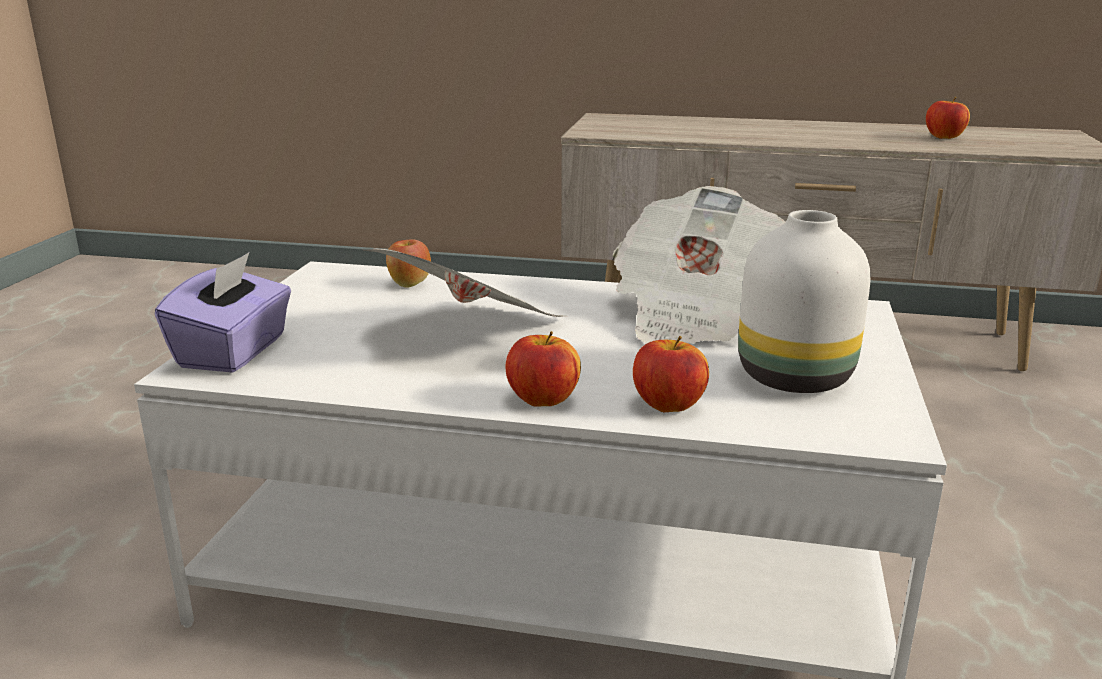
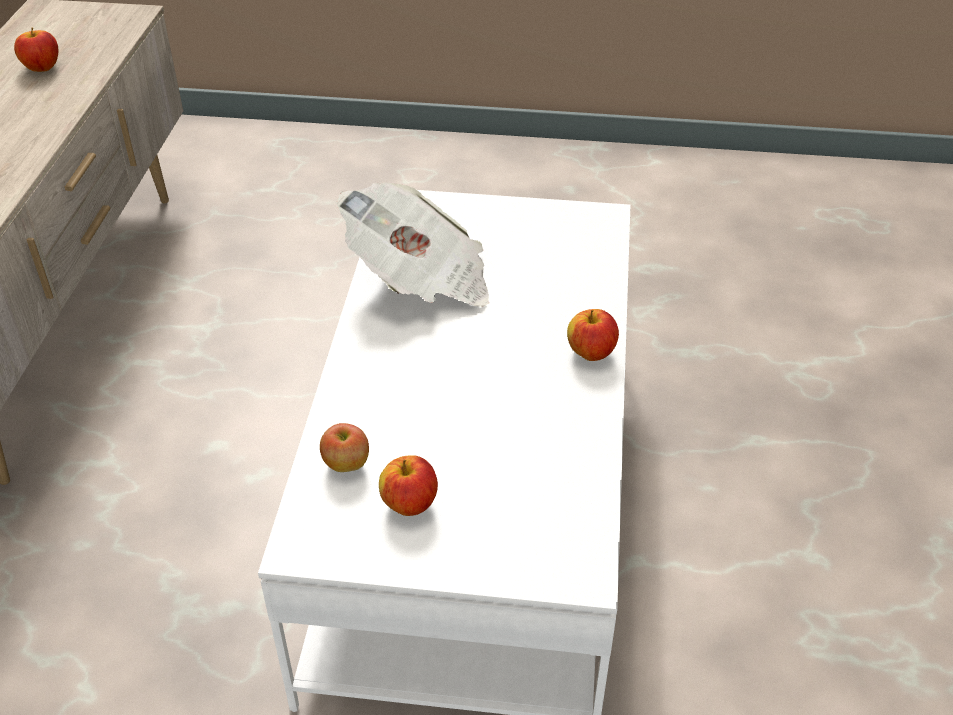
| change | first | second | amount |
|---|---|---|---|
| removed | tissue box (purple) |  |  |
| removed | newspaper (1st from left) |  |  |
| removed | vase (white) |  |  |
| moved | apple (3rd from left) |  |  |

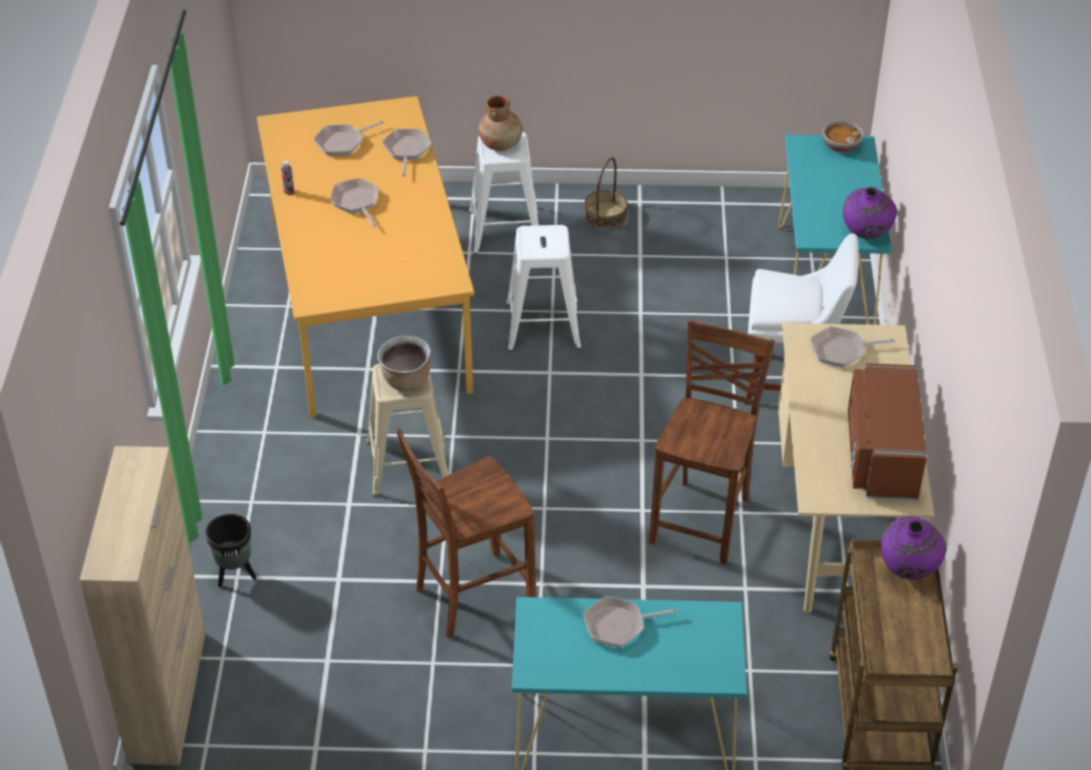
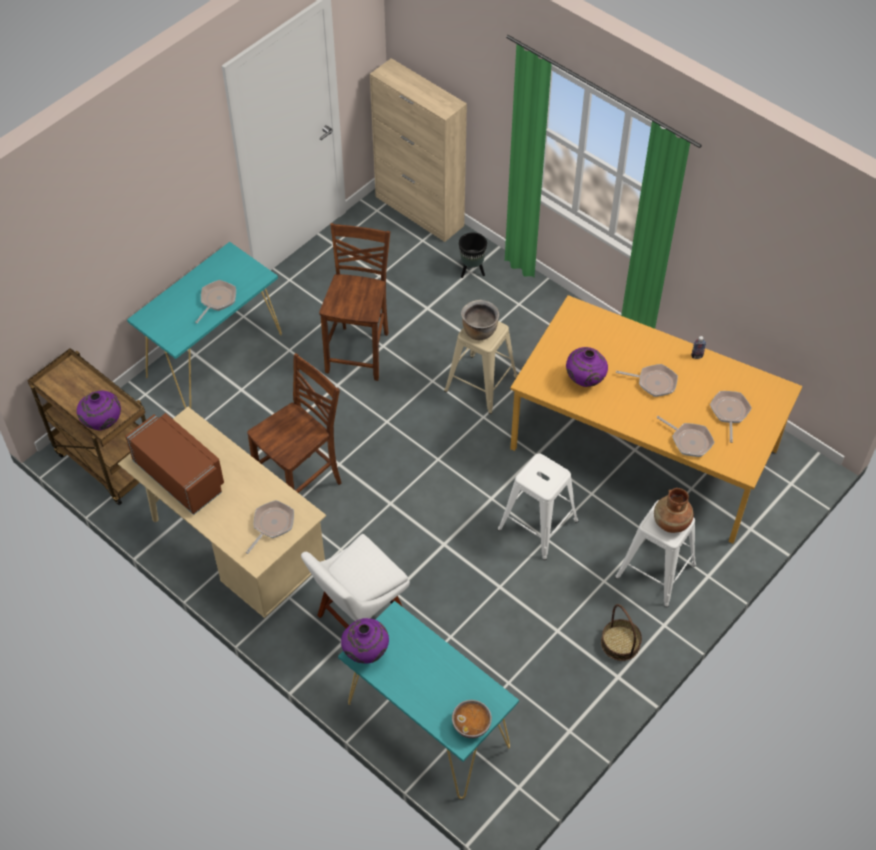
| change | first | second | amount |
|---|---|---|---|
| added |  | vase (purple) (3rd from left) |  |
| turned | chair (brown) (2nd from left in the first image) | chair (brown) (1st from left) | 105 degrees counterclockwise |

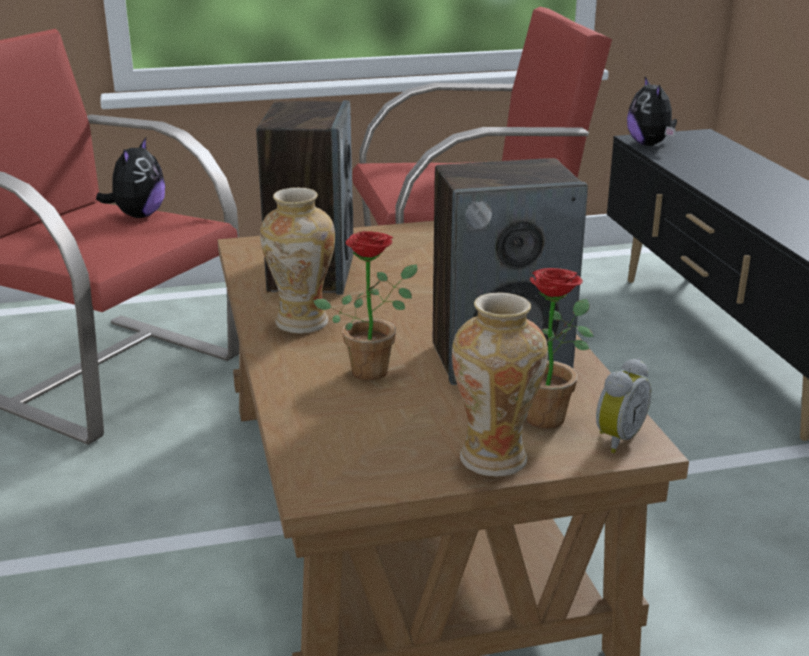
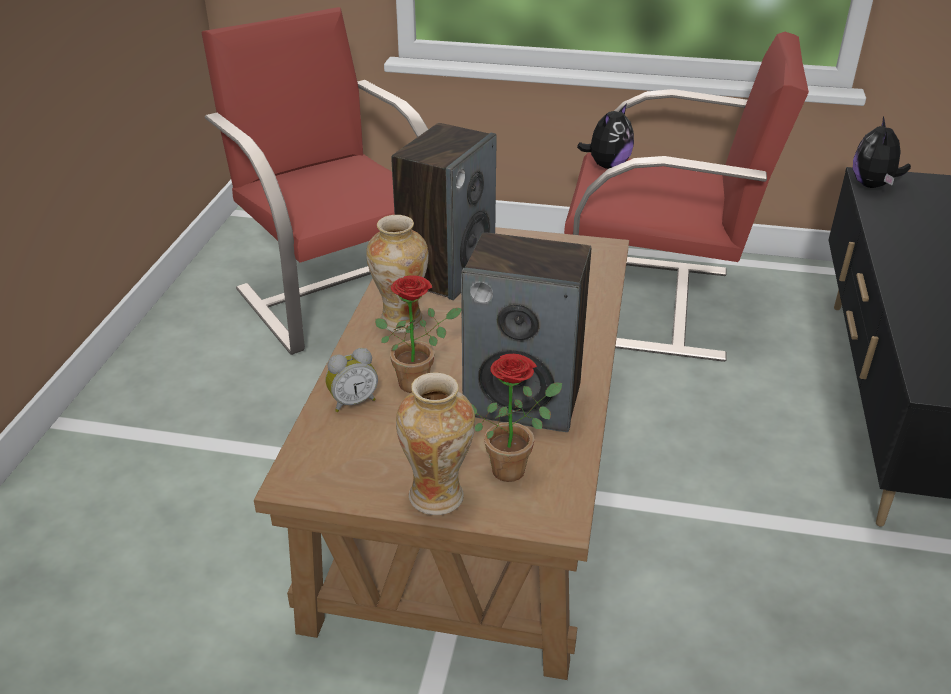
| change | first | second | amount |
|---|---|---|---|
| moved | plush toy (1st from left) |  |  |
| moved | alarm clock |  |  |

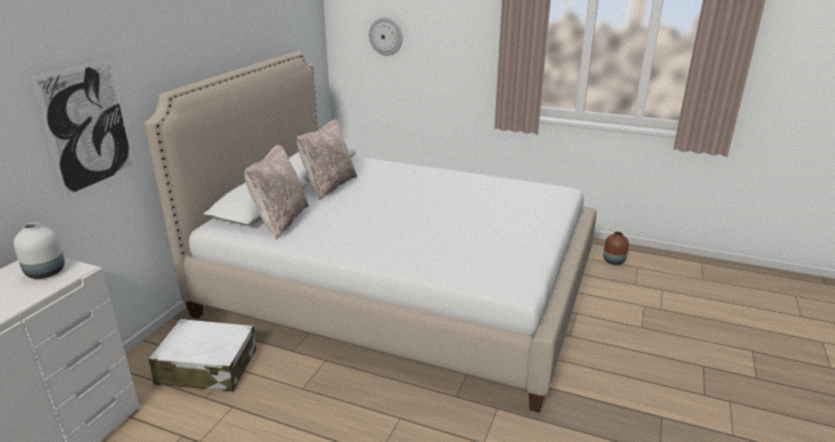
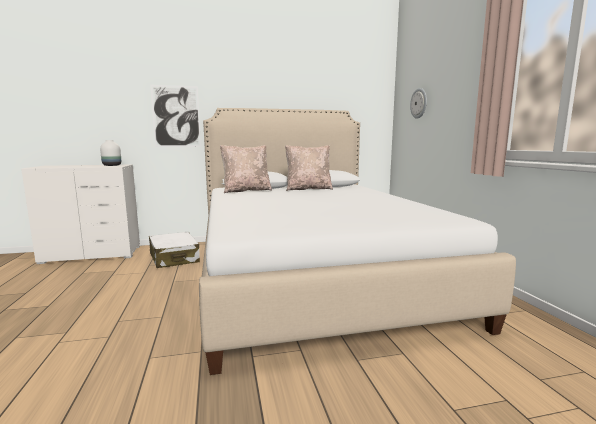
| change | first | second | amount |
|---|---|---|---|
| removed | vase (brown) |  |  |

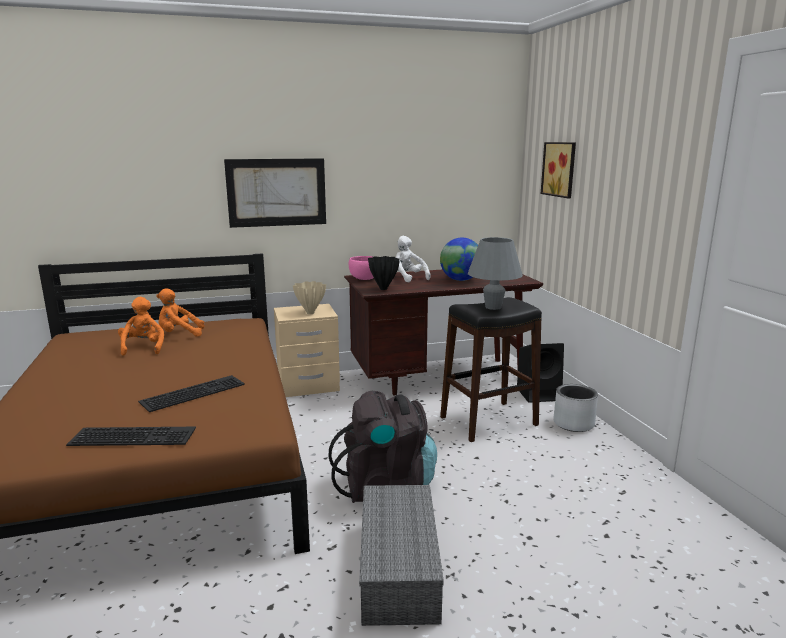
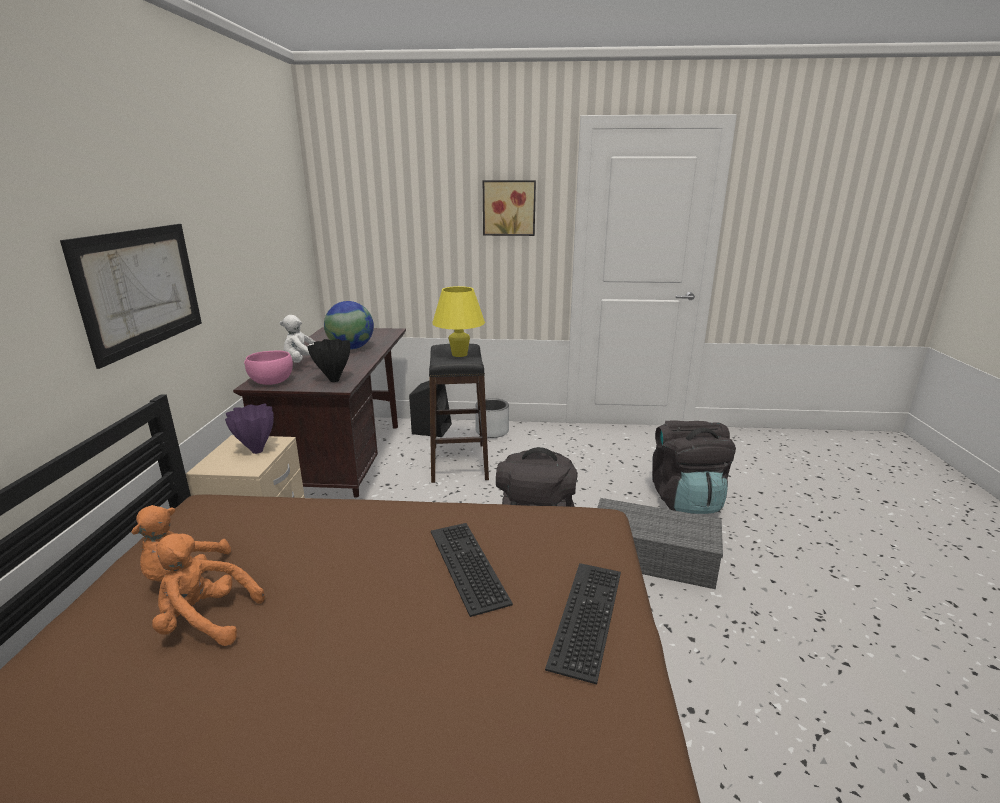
| change | first | second | amount |
|---|---|---|---|
| added |  | backpack (black) (2nd from left) |  |
| moved | picture (2nd from left) |  |  |
| recoloured | vase (beige) | vase (purple) |  |
| recoloured | table lamp (grey) | table lamp (yellow) |  |

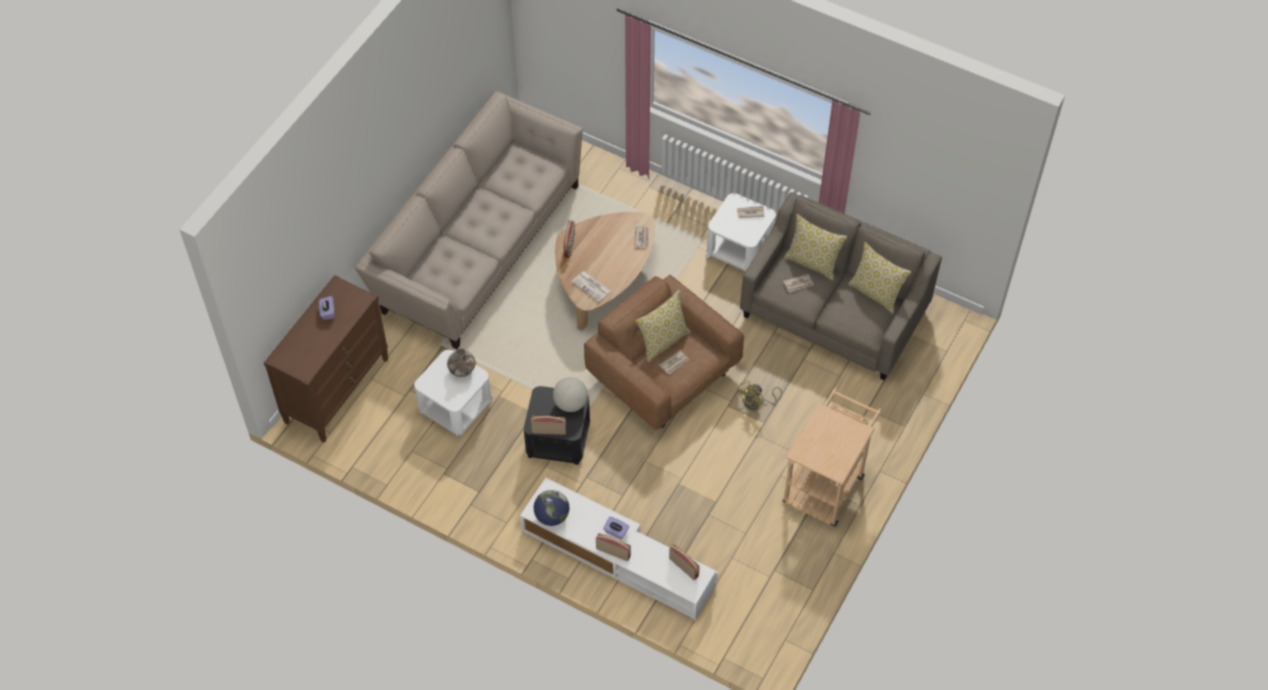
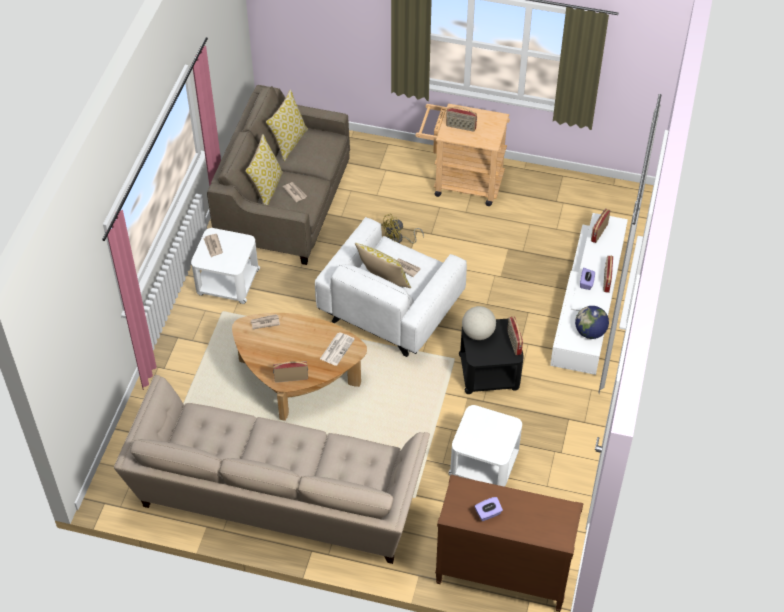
| change | first | second | amount |
|---|---|---|---|
| removed | vase |  |  |
| added |  | radio (2nd from left) |  |
| recoloured | armchair (brown) | armchair (white) |  |
| turned | fan (yellow) |  | 120 degrees clockwise |

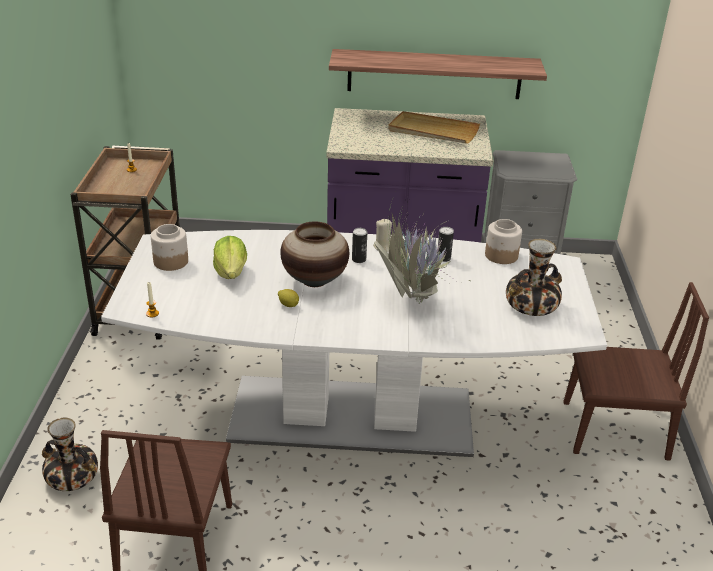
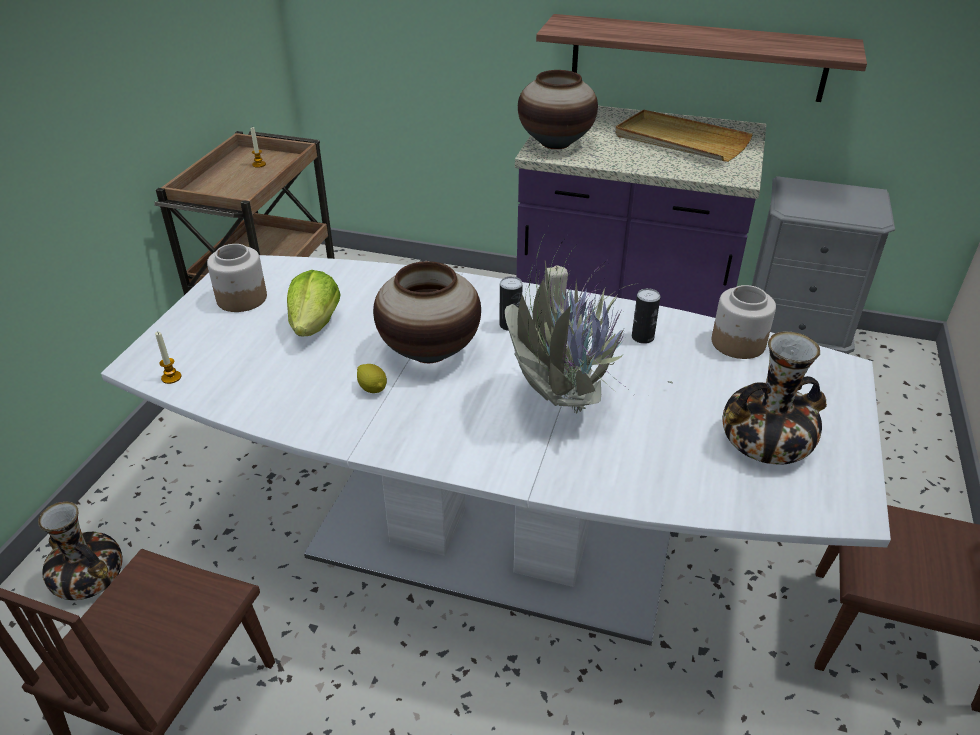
| change | first | second | amount |
|---|---|---|---|
| added |  | vase (3rd from left) |  |

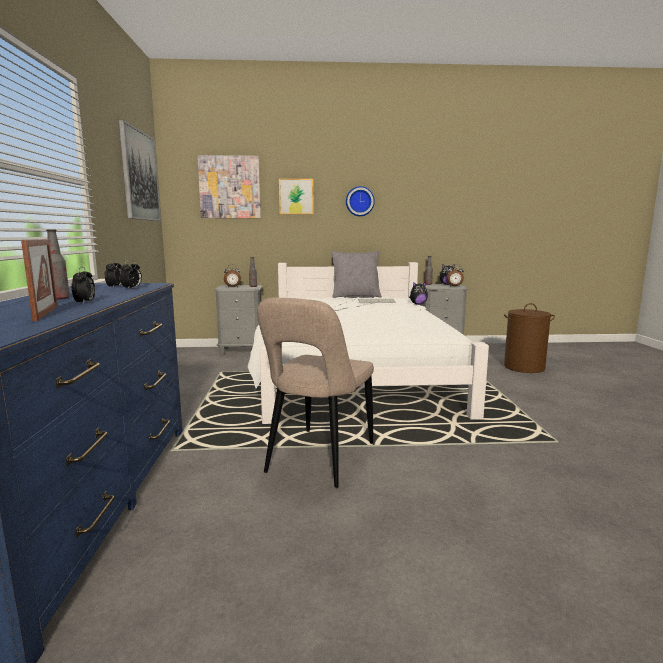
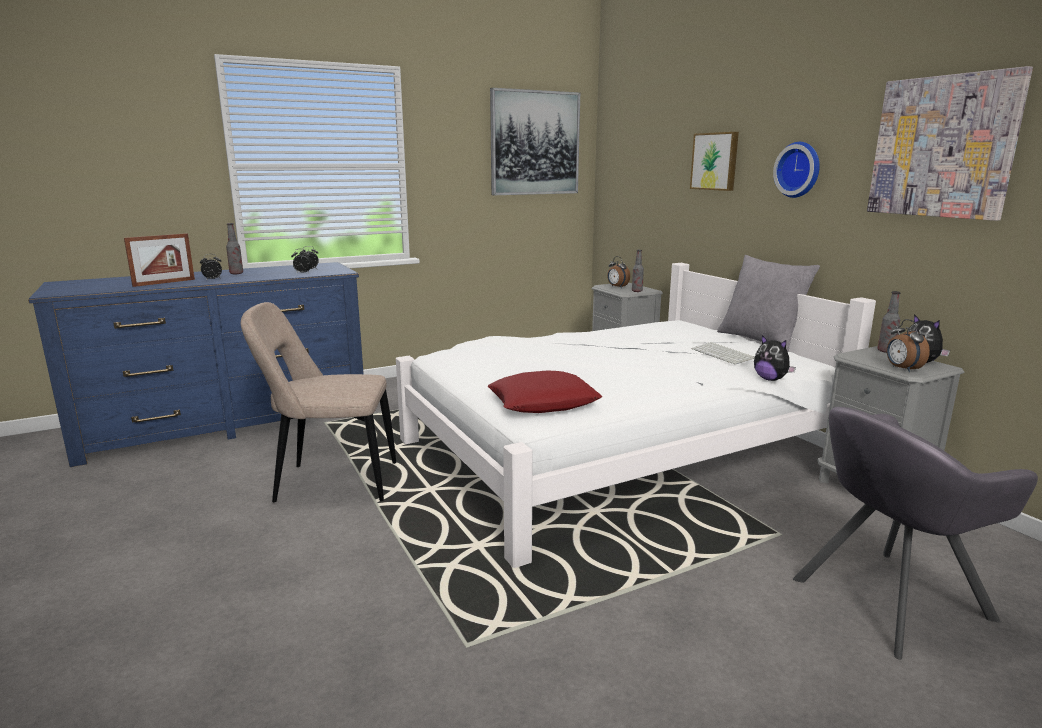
| change | first | second | amount |
|---|---|---|---|
| added |  | pillow (red) |  |
| moved | picture (2nd from left in the first image) | picture (3rd from left) |  |
| replaced | laundry basket (brown) | armchair (grey) |  |

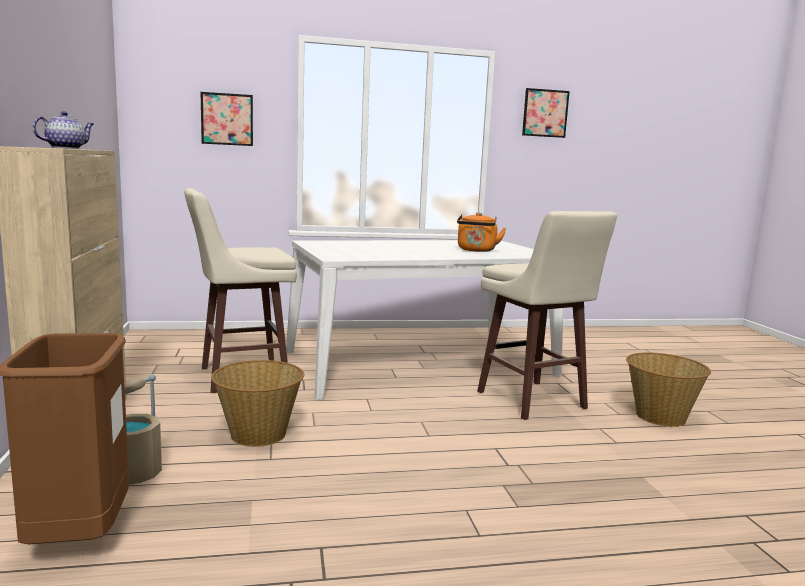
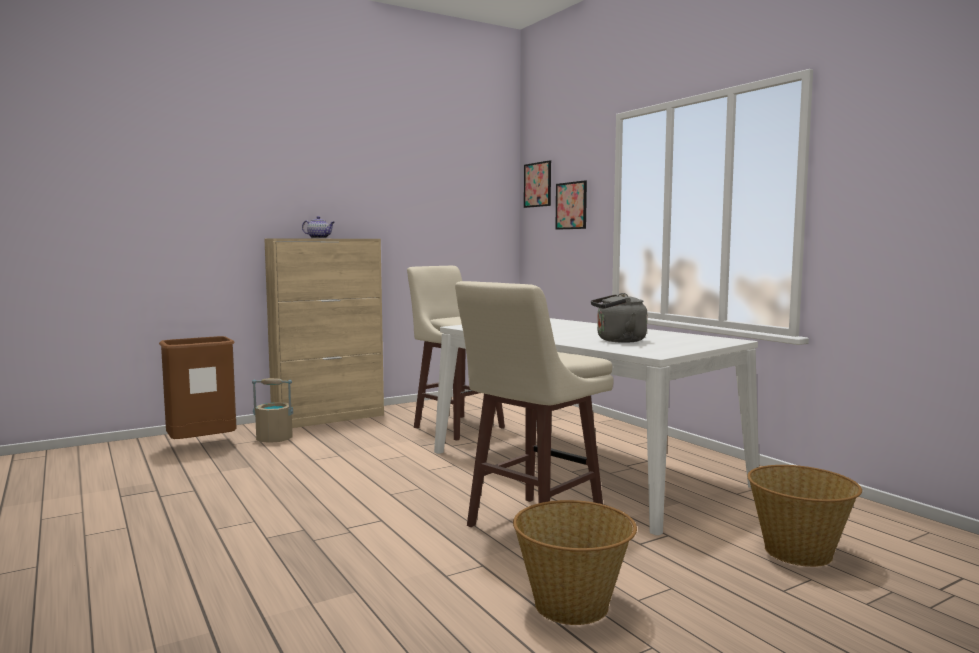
| change | first | second | amount |
|---|---|---|---|
| moved | basket (1st from left in the first image) | basket (2nd from left) |  |
| moved | picture (2nd from left in the first image) | picture (1st from left) |  |
| recoloured | kettle (orange) | kettle (grey) |  |

